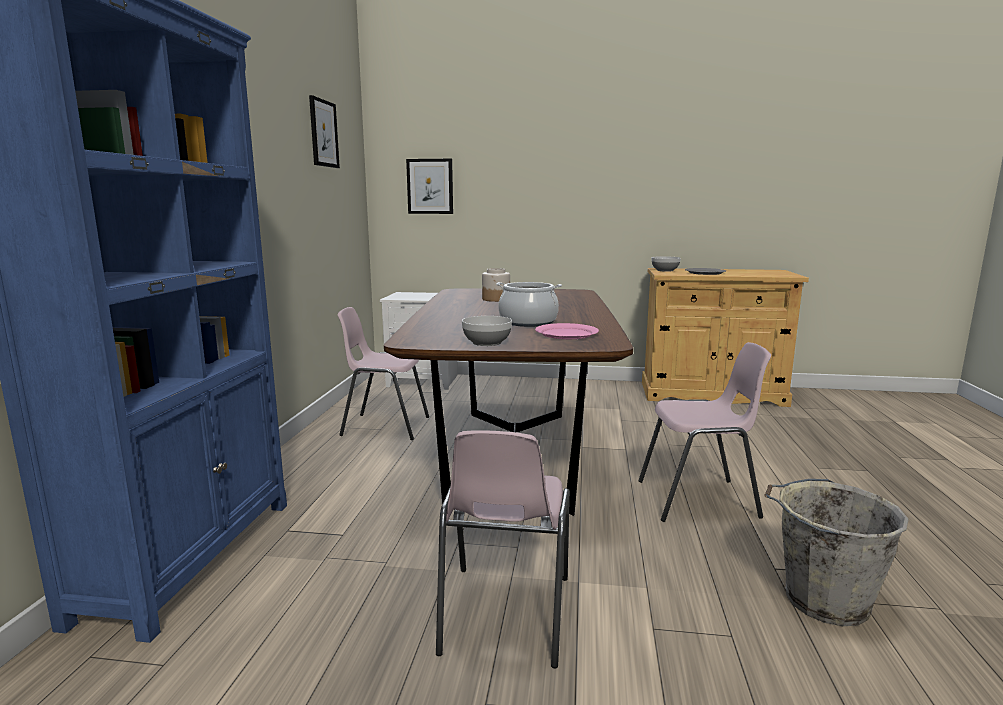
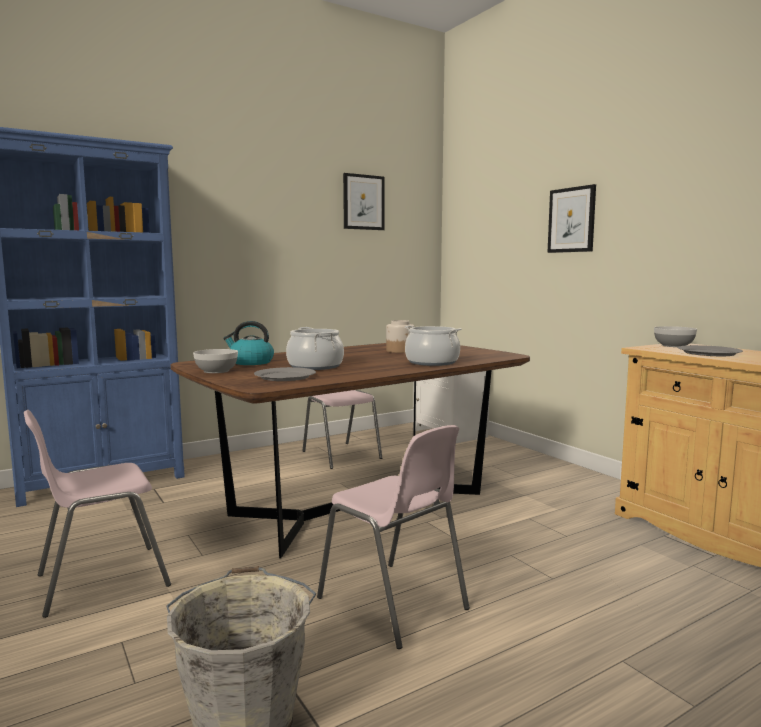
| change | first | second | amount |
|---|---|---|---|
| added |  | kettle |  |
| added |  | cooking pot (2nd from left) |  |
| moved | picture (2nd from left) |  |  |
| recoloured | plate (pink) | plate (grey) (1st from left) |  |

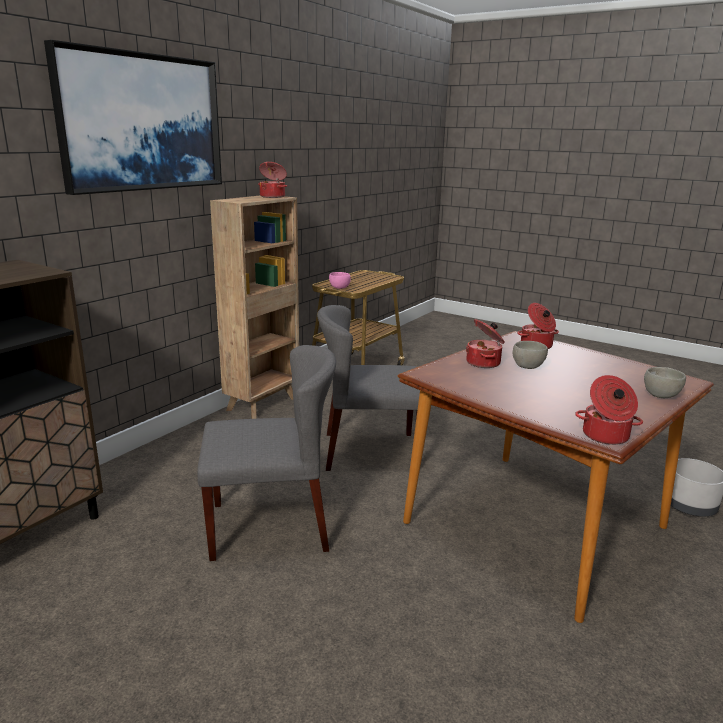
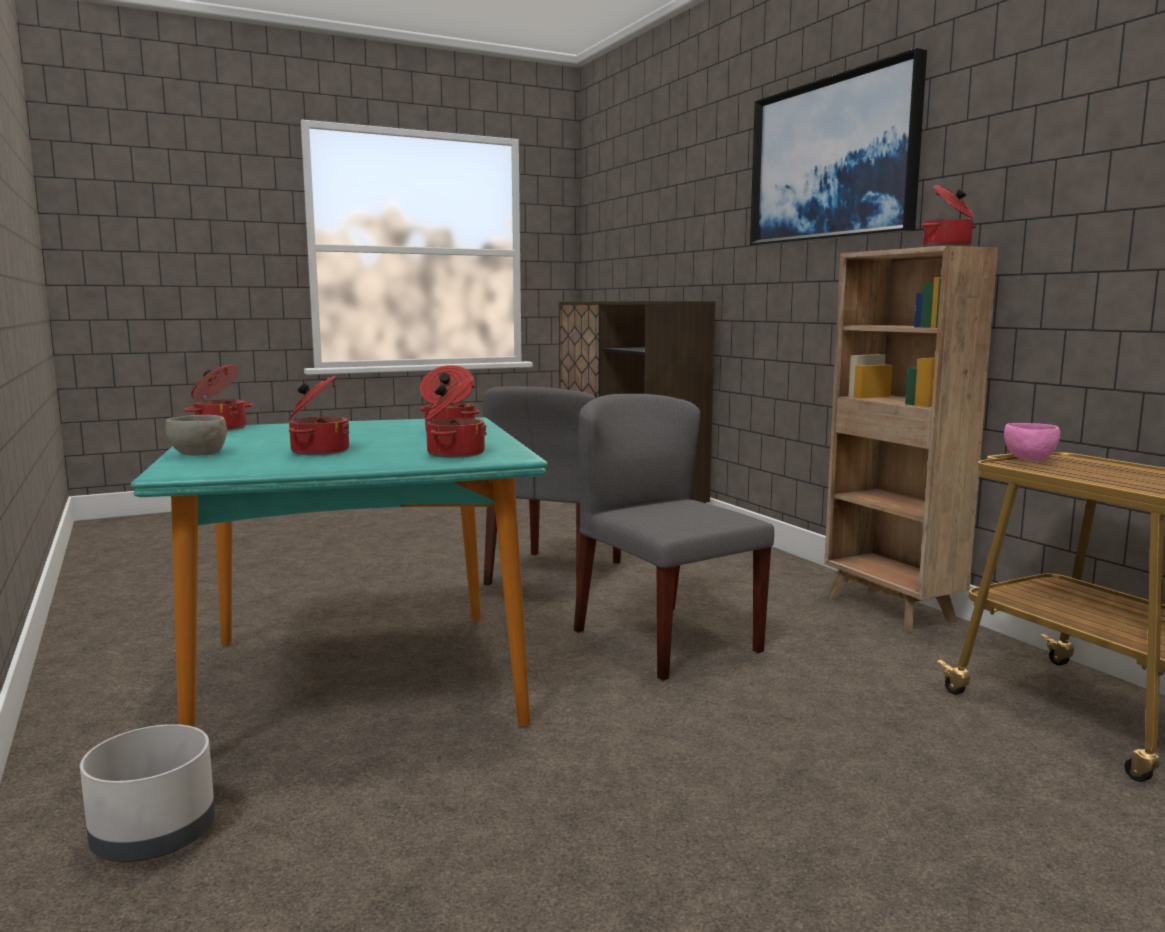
| change | first | second | amount |
|---|---|---|---|
| removed | bowl (grey) (1st from left) |  |  |
| added |  | cooking pot (2nd from left) |  |
| recoloured | dining table (brown) | dining table (turquoise) |  |
| turned | chair (grey) (2nd from left) |  | 60 degrees counterclockwise |

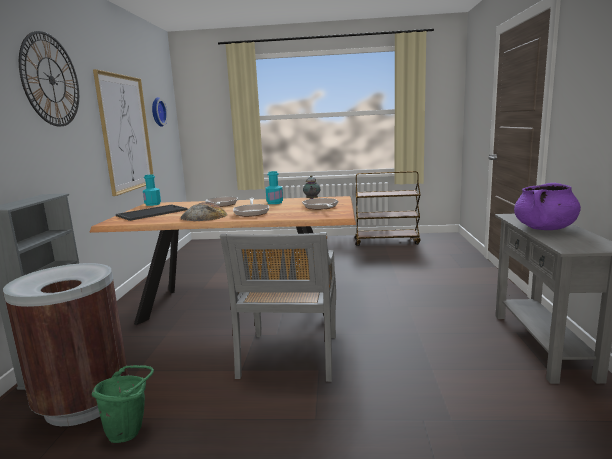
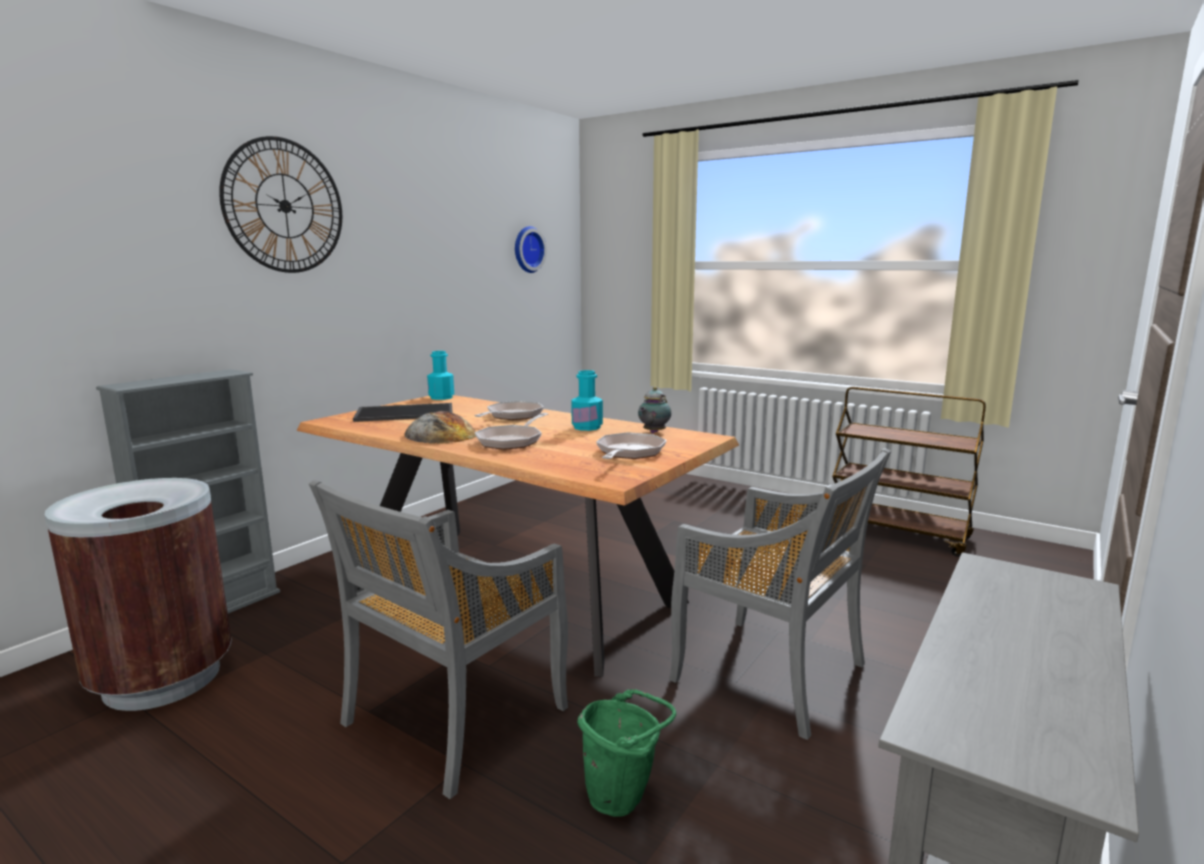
| change | first | second | amount |
|---|---|---|---|
| removed | picture |  |  |
| removed | cooking pot (purple) |  |  |
| added |  | chair (grey) (2nd from left) |  |
| moved | bucket (green) |  |  |

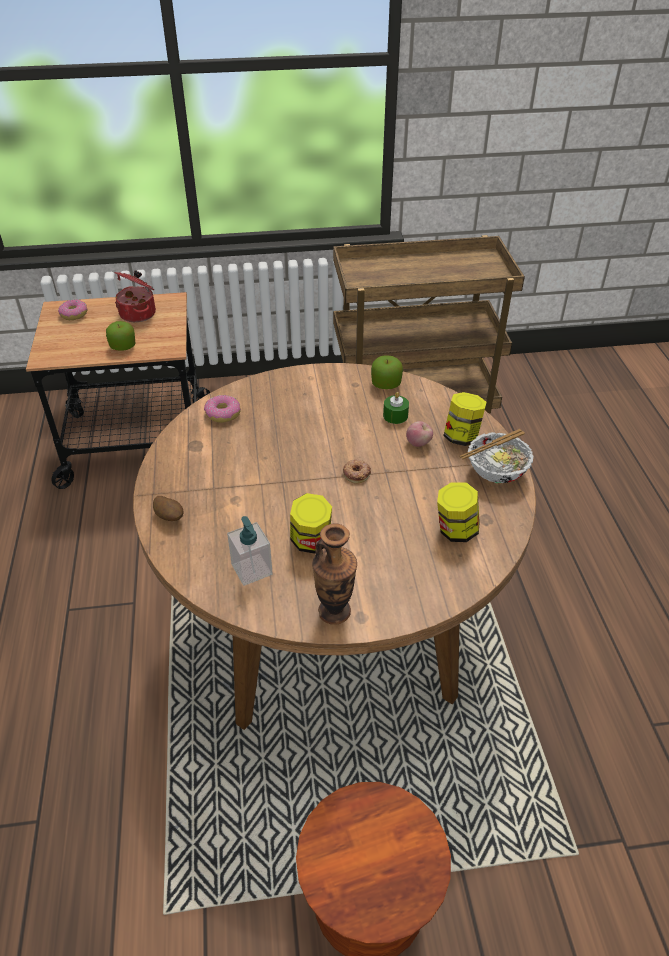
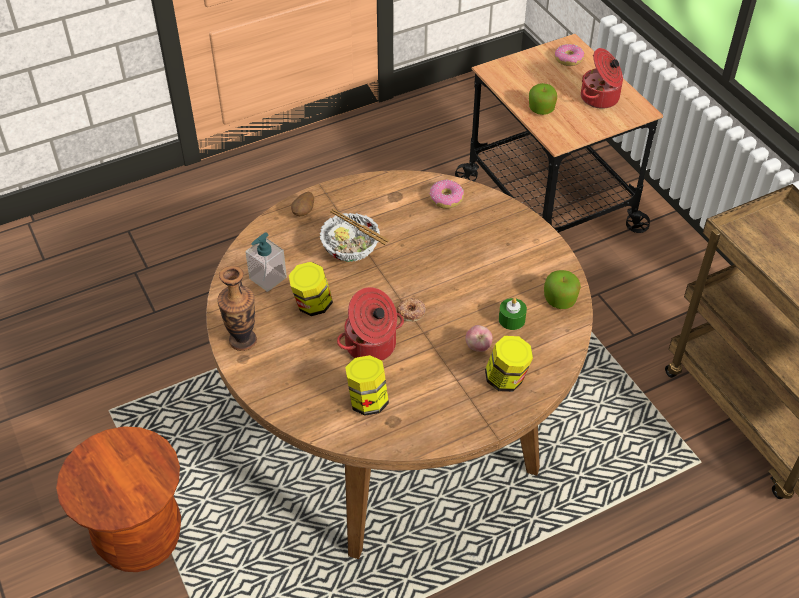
| change | first | second | amount |
|---|---|---|---|
| added |  | cooking pot (1st from left) |  |
| moved | bowl |  |  |

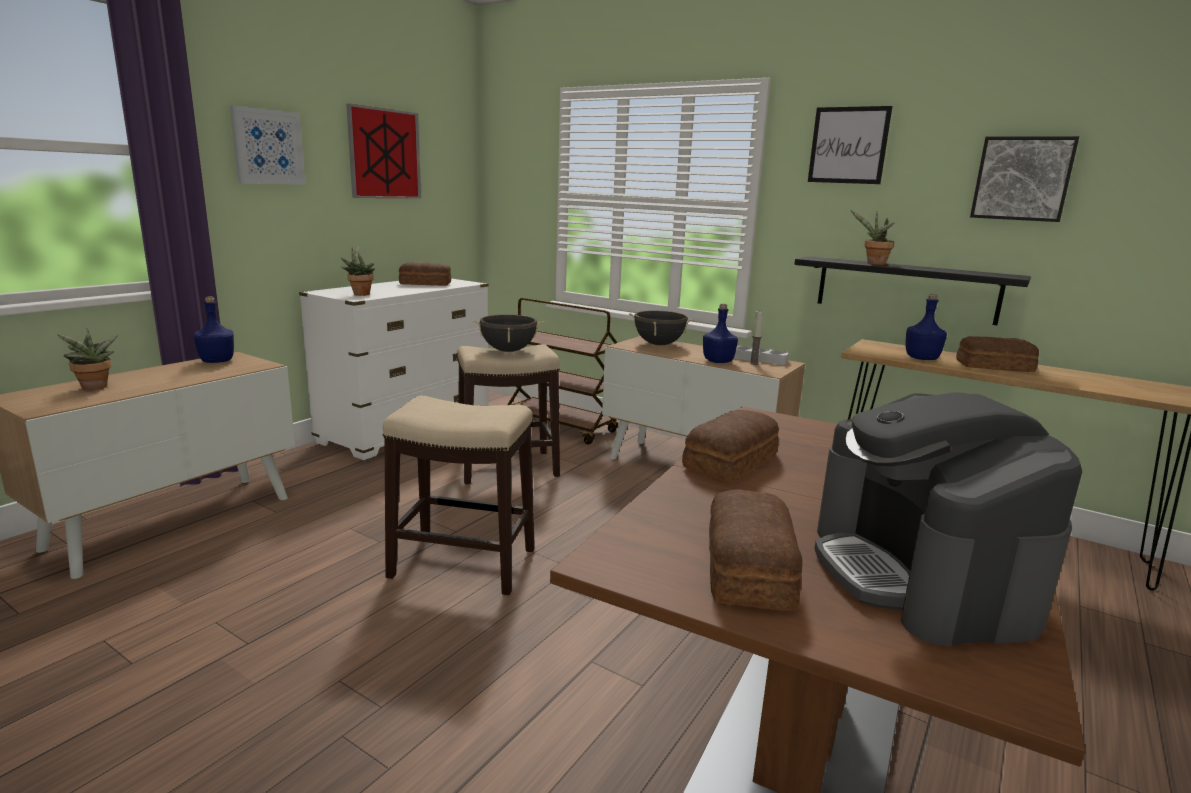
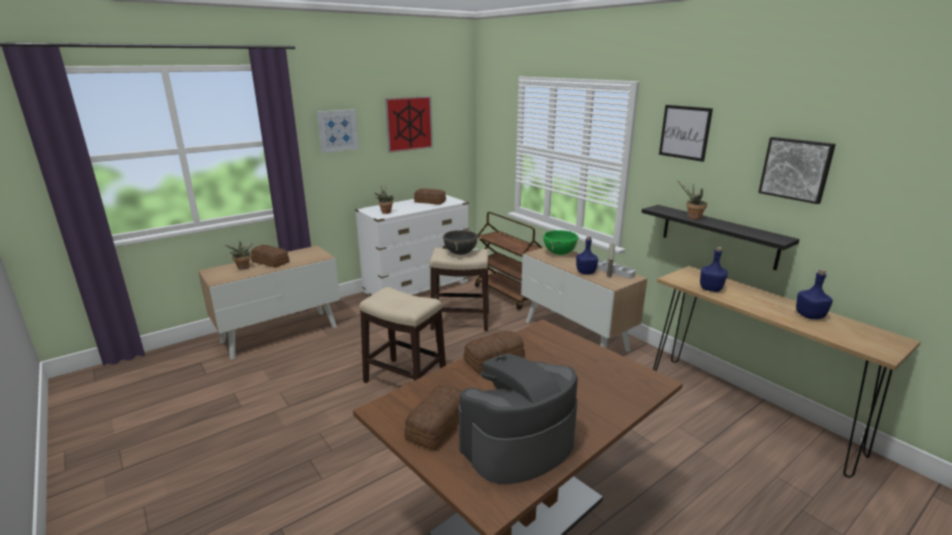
| change | first | second | amount |
|---|---|---|---|
| moved | bottle (blue) (1st from left in the first image) | bottle (blue) (3rd from left) |  |
| moved | bread (4th from left in the first image) | bread (1st from left) |  |
| recoloured | cooking pot (black) (2nd from left) | cooking pot (green) |  |
| turned | coffee machine |  | 45 degrees clockwise |

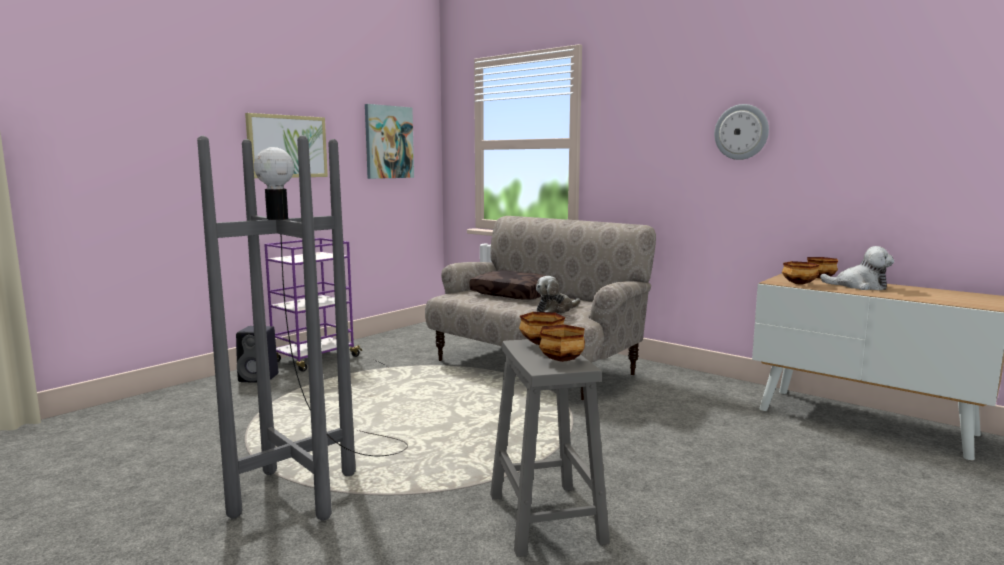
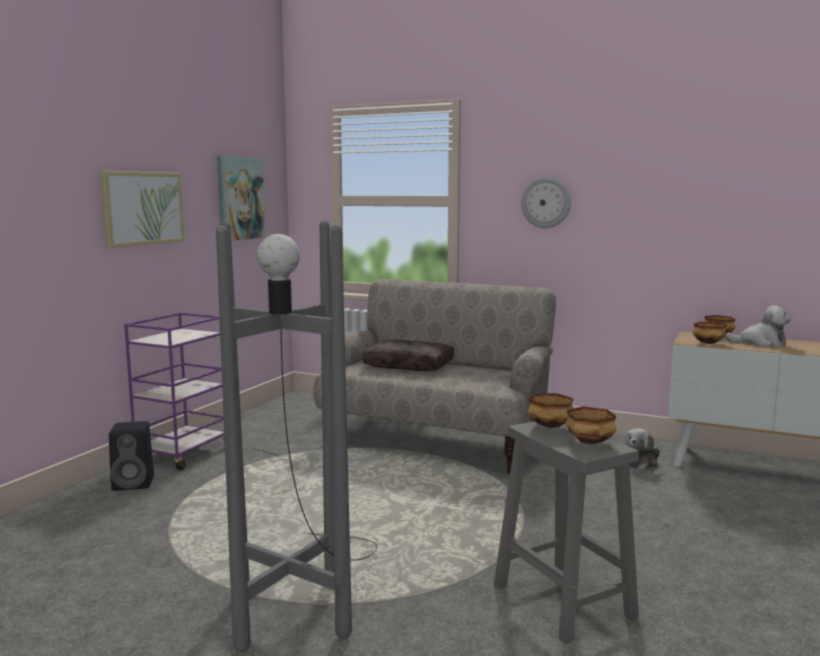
| change | first | second | amount |
|---|---|---|---|
| moved | plush toy (1st from left) |  |  |
| moved | wall clock |  |  |

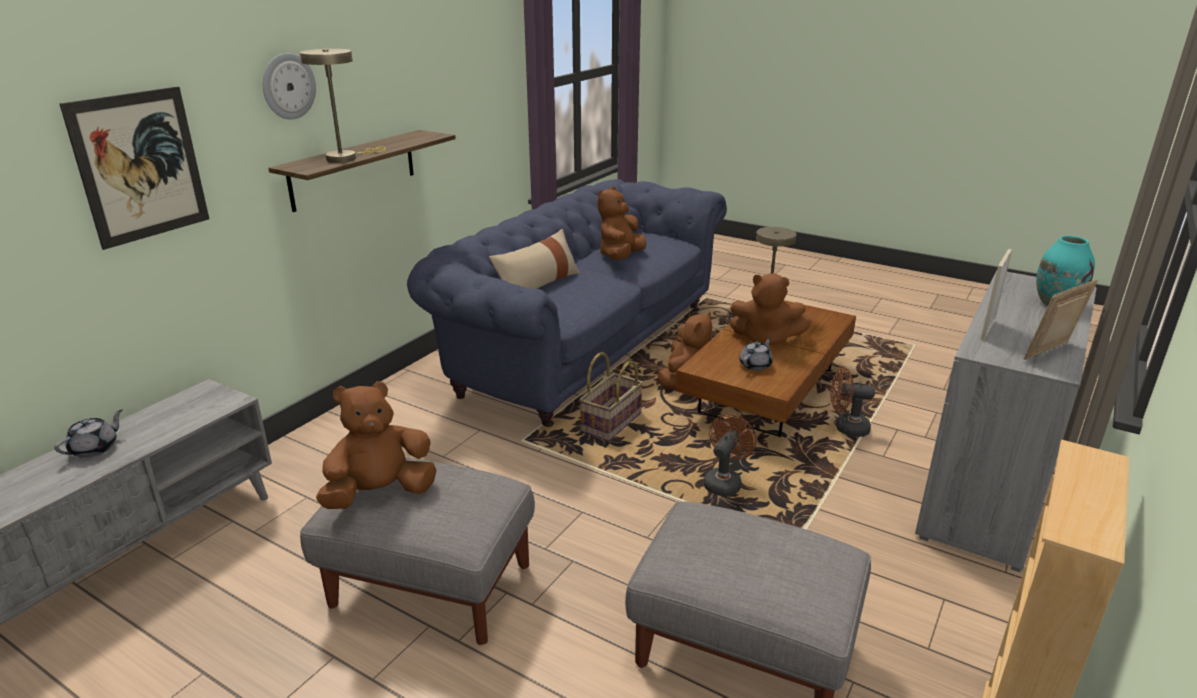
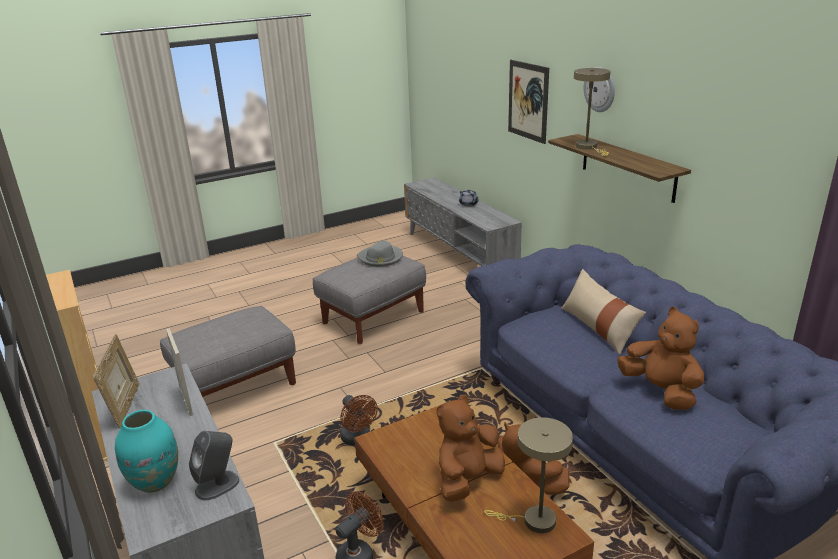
| change | first | second | amount |
|---|---|---|---|
| removed | basket |  |  |
| removed | teapot (grey) (2nd from left) |  |  |
| added |  | speaker (grey) |  |
| replaced | plush toy (brown) (1st from left) | hat (grey) |  |

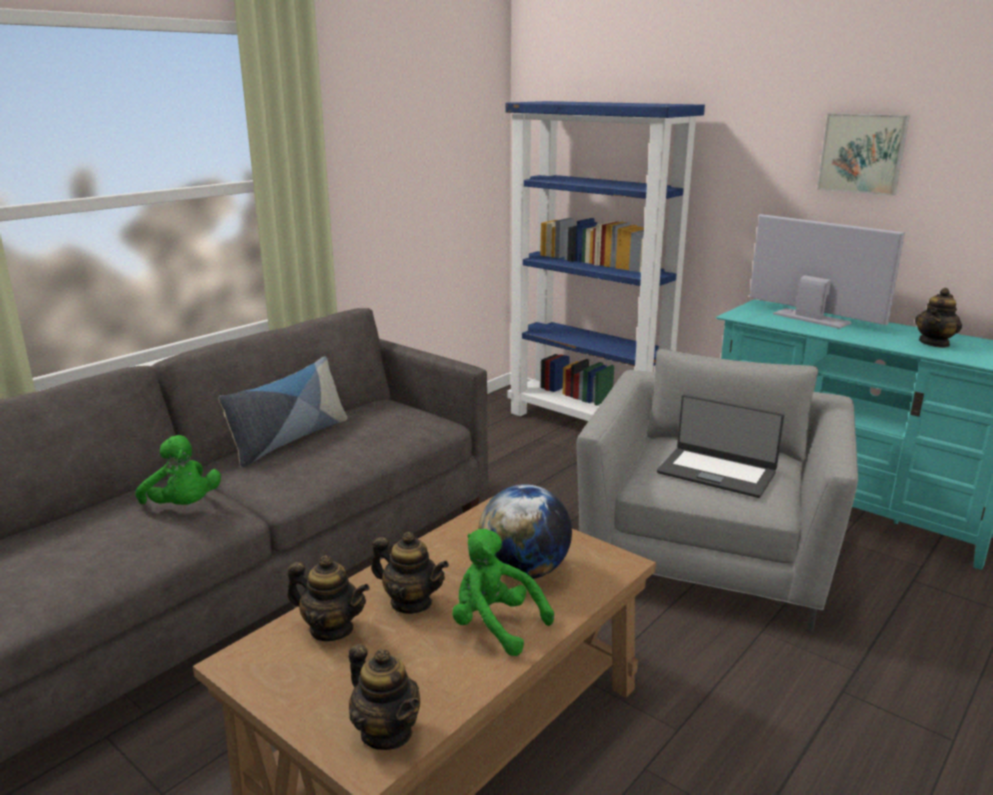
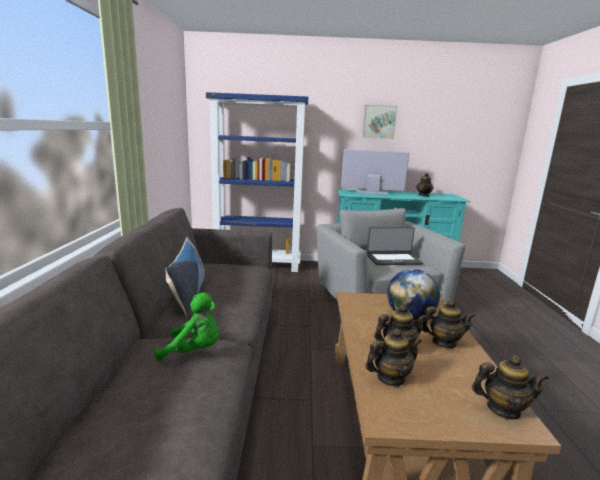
| change | first | second | amount |
|---|---|---|---|
| replaced | plush toy (green) (2nd from left) | teapot (4th from left) |  |

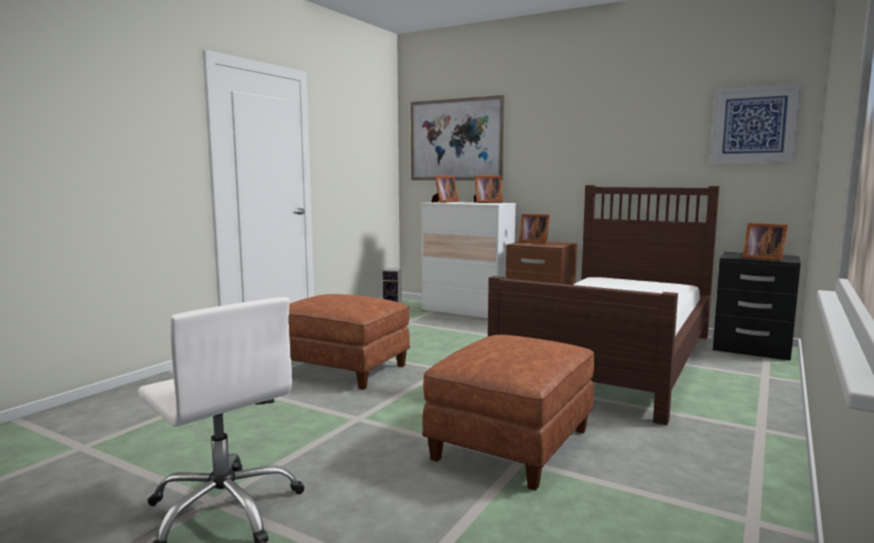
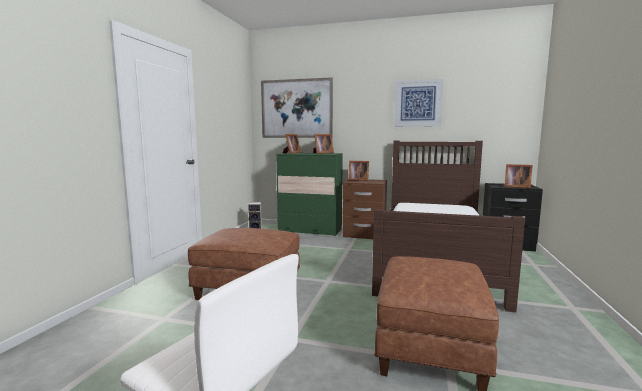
| change | first | second | amount |
|---|---|---|---|
| moved | picture (2nd from left) |  |  |
| recoloured | dresser (white) | dresser (green) |  |

